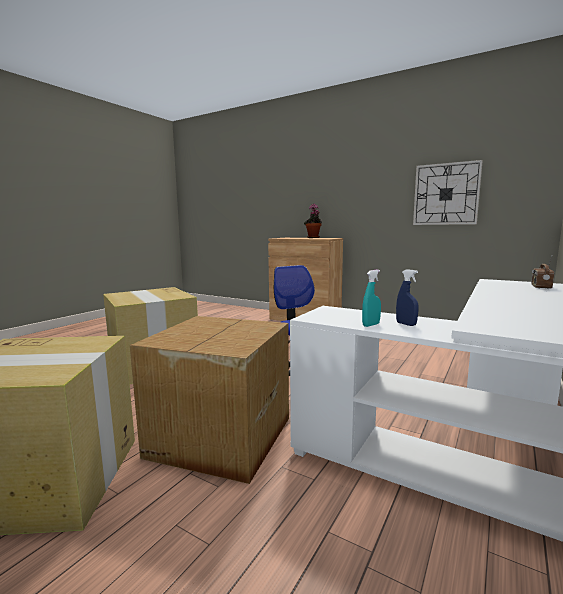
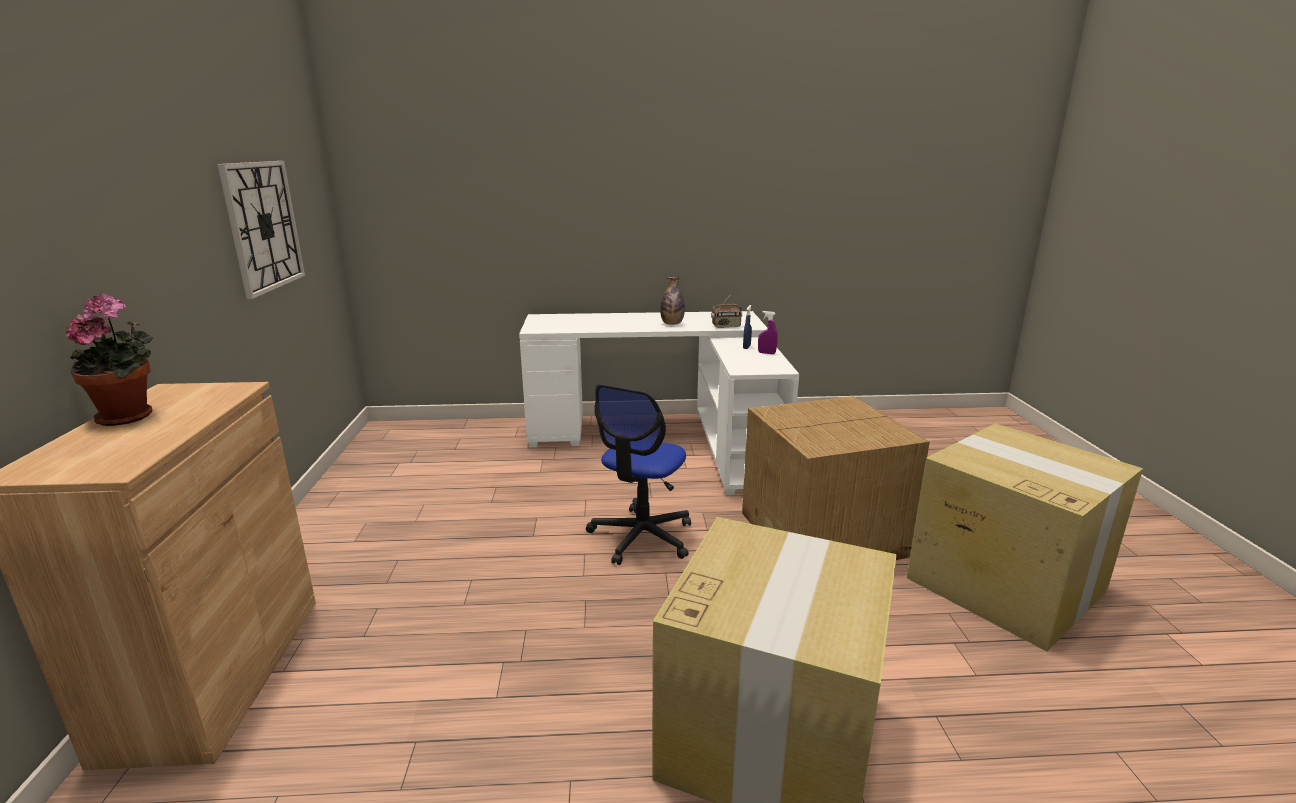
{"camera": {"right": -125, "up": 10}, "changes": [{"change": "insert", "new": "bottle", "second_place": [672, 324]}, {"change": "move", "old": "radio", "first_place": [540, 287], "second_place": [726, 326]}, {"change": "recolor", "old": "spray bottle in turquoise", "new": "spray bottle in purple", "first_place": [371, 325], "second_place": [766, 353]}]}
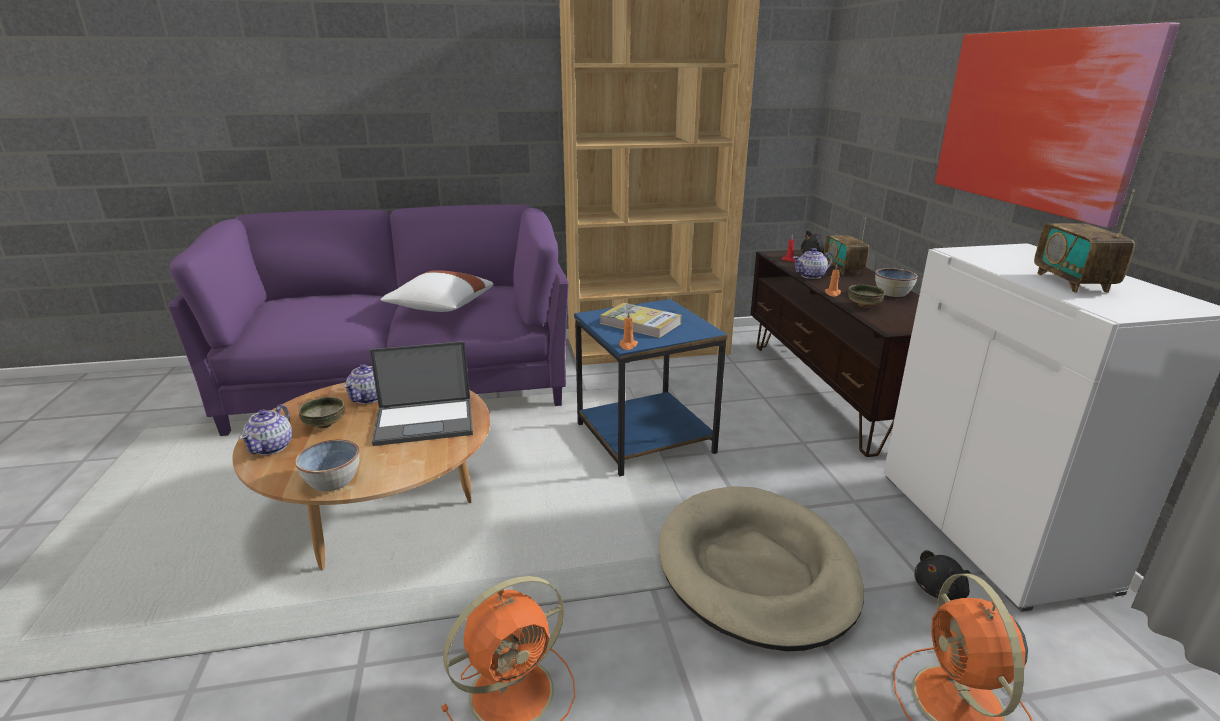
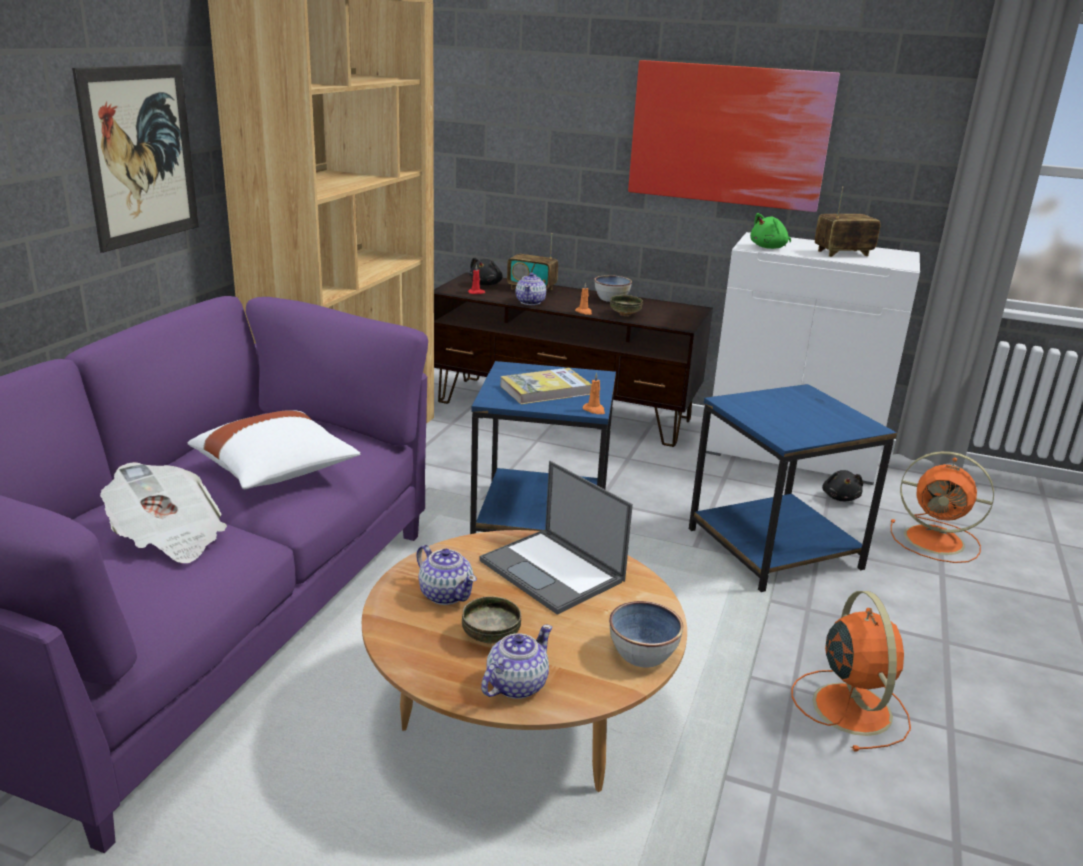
{"camera": {"right": -60, "up": 0}, "changes": [{"change": "insert", "new": "picture", "second_place": [140, 155]}, {"change": "insert", "new": "newspaper", "second_place": [169, 538]}, {"change": "rotate", "old": "laptop", "first_place": [426, 421], "second_place": [553, 571], "degrees": 120}, {"change": "rotate", "old": "teapot", "first_place": [272, 447], "second_place": [515, 685], "degrees": -90}, {"change": "replace", "old": "dog bed in beige", "new": "side table in blue", "first_place": [756, 570], "second_place": [776, 549]}, {"change": "insert", "new": "plush toy in green", "second_place": [769, 248]}, {"change": "rotate", "old": "radio", "first_place": [1072, 283], "second_place": [843, 253], "degrees": 135}]}
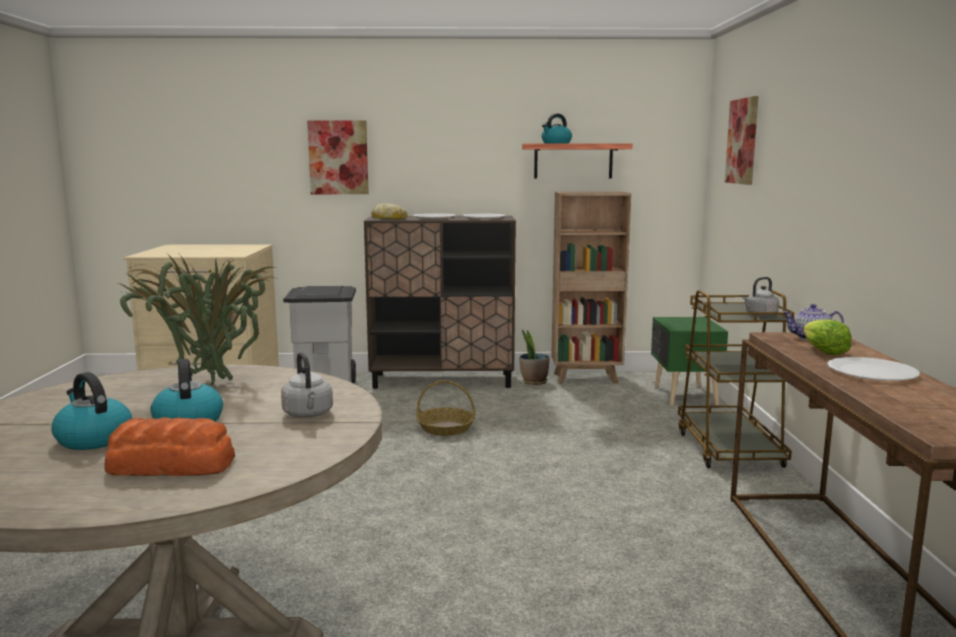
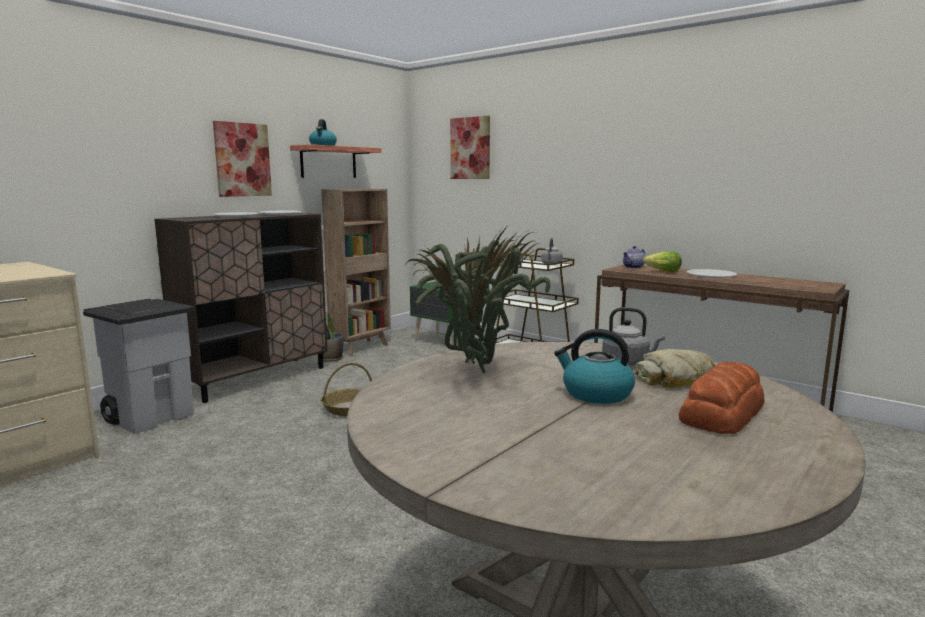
{"camera": {"right": -50, "up": 0}, "changes": [{"change": "move", "old": "picture", "first_place": [338, 157], "second_place": [242, 160]}, {"change": "move", "old": "bread", "first_place": [388, 217], "second_place": [675, 379]}, {"change": "delete", "old": "kettle", "first_place": [93, 439]}]}
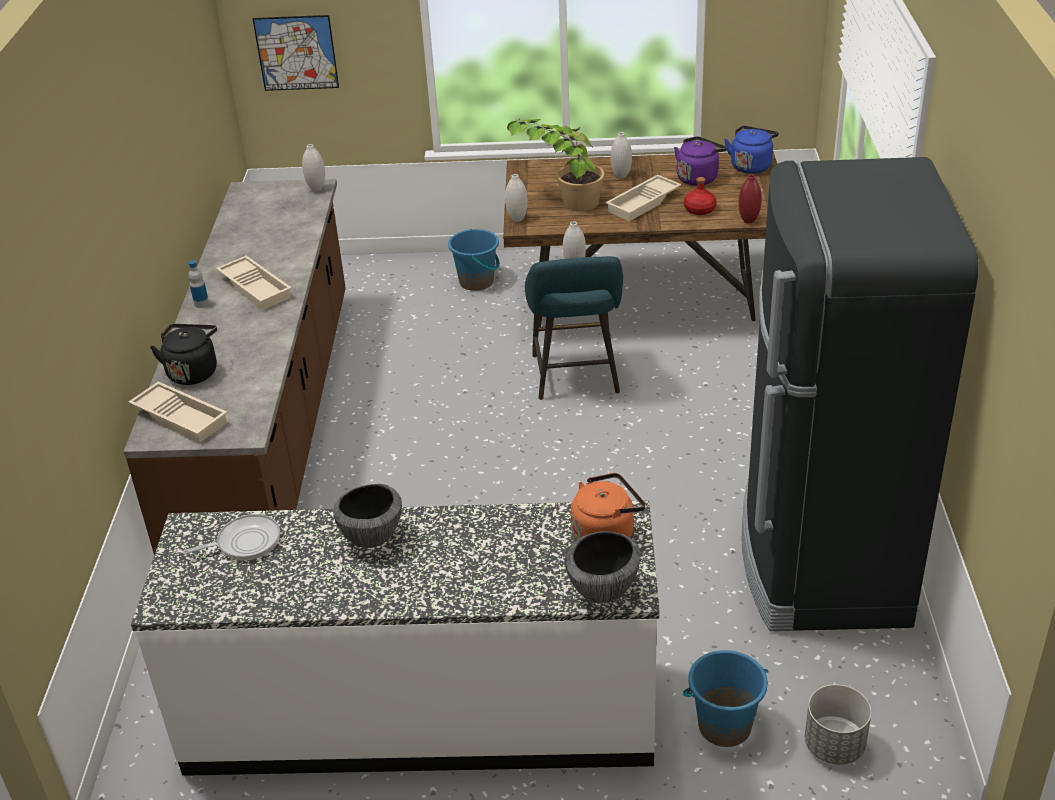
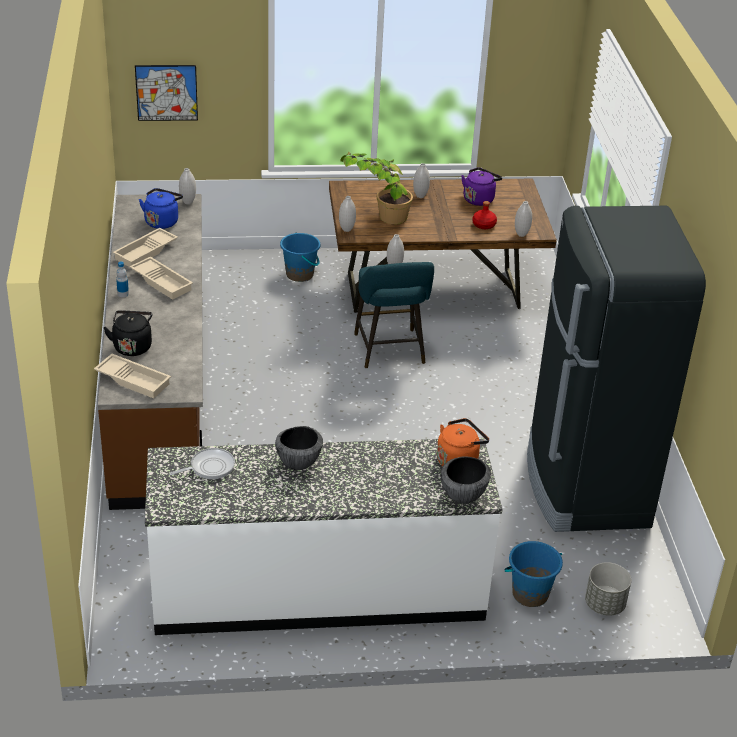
{"camera": {"right": -10, "up": 0}, "changes": [{"change": "move", "old": "tray in beige", "first_place": [644, 203], "second_place": [146, 252]}, {"change": "move", "old": "kettle in blue", "first_place": [751, 165], "second_place": [162, 221]}, {"change": "recolor", "old": "vase in red", "new": "vase in white", "first_place": [748, 220], "second_place": [521, 234]}]}
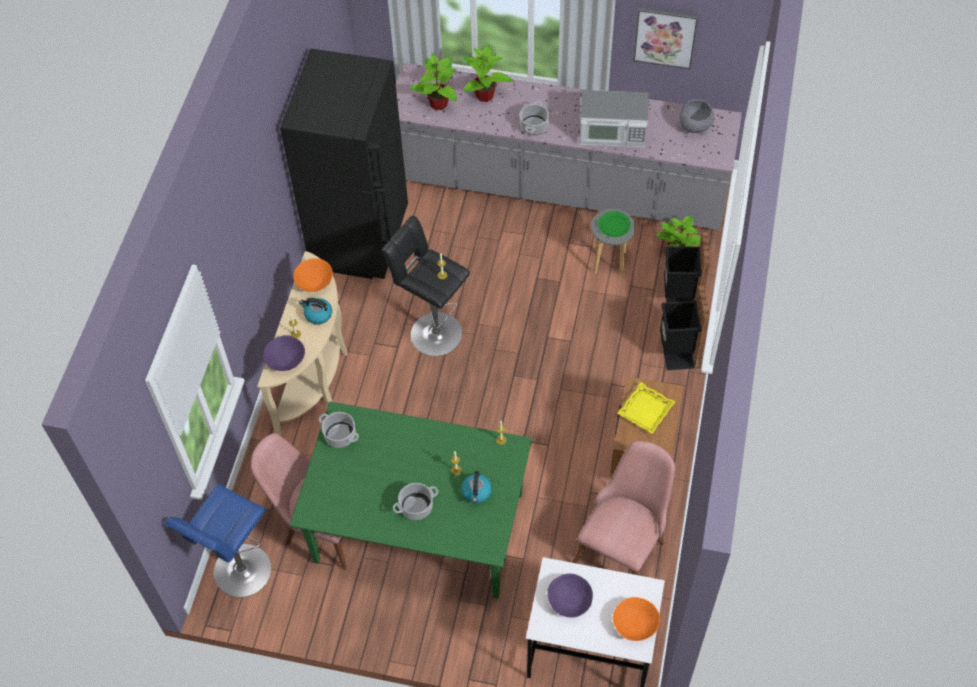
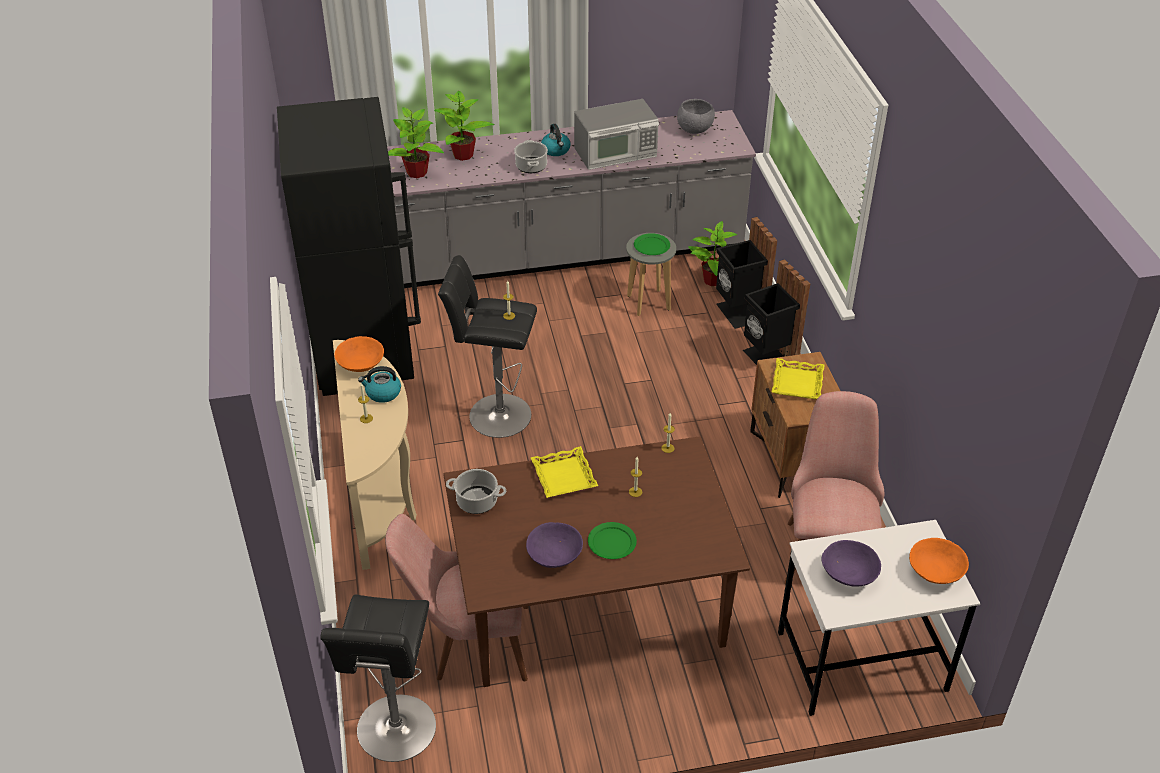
{"camera": {"right": -25, "up": -15}, "changes": [{"change": "recolor", "old": "stool in blue", "new": "stool in black", "first_place": [240, 574], "second_place": [395, 733]}, {"change": "recolor", "old": "dining table in green", "new": "dining table in brown", "first_place": [420, 526], "second_place": [591, 605]}, {"change": "move", "old": "bowl in purple", "first_place": [286, 359], "second_place": [554, 555]}, {"change": "insert", "new": "tray in yellow", "second_place": [563, 476]}, {"change": "move", "old": "kettle", "first_place": [476, 492], "second_place": [556, 150]}, {"change": "replace", "old": "cooking pot", "new": "plate in green", "first_place": [416, 507], "second_place": [612, 543]}, {"change": "delete", "old": "picture", "first_place": [665, 36]}]}
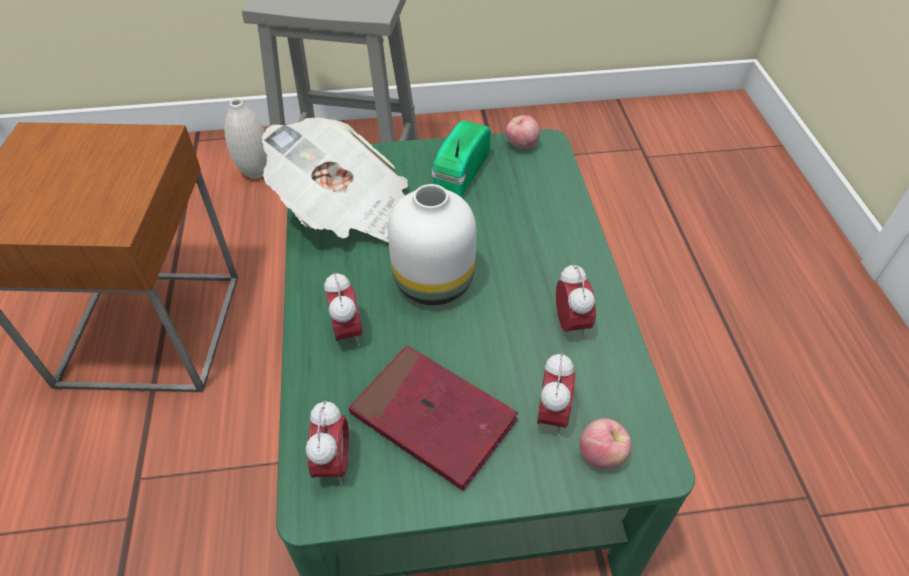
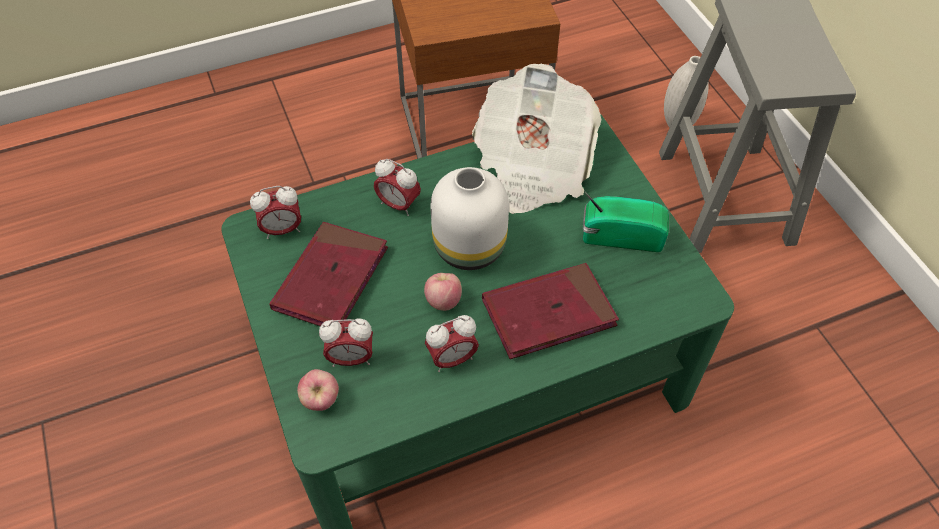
{"camera": {"right": 75, "up": 5}, "changes": [{"change": "rotate", "old": "alarm clock", "first_place": [347, 332], "second_place": [398, 205], "degrees": 60}, {"change": "move", "old": "apple", "first_place": [521, 145], "second_place": [443, 301]}, {"change": "insert", "new": "book in red", "second_place": [548, 313]}]}
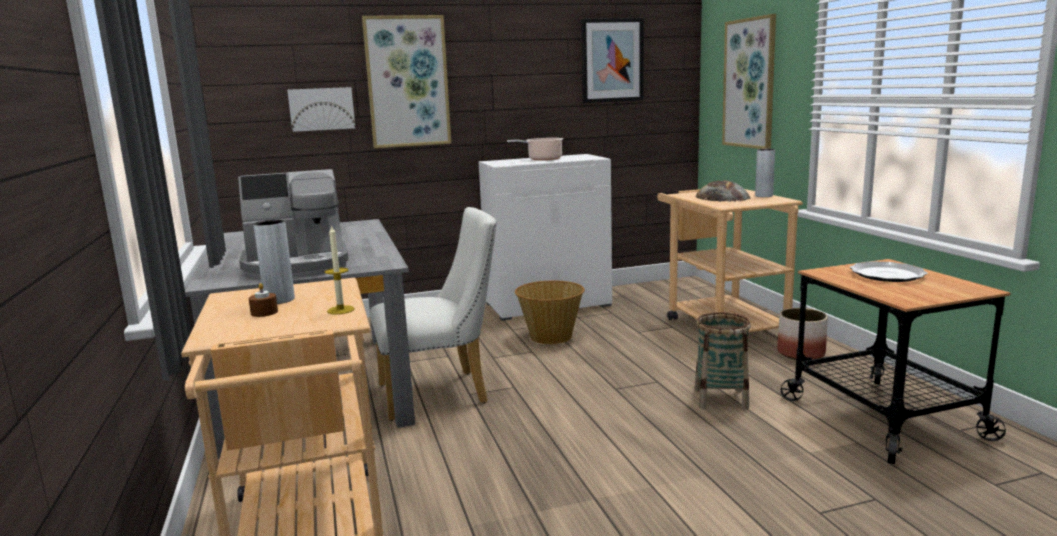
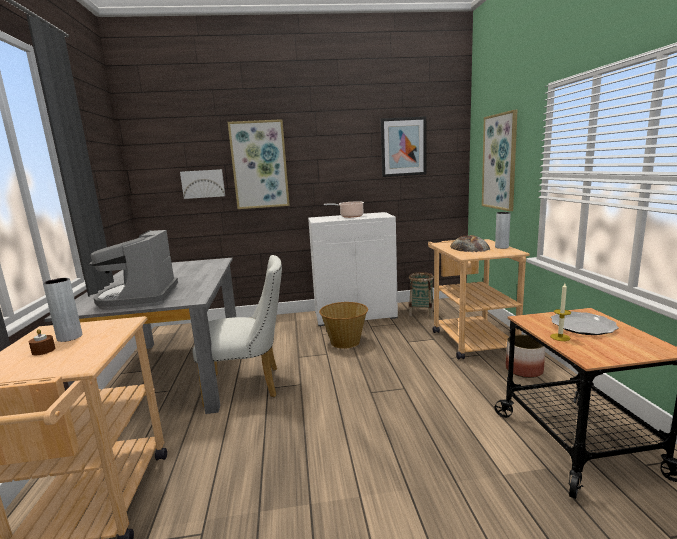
{"camera": {"right": 10, "up": 0}, "changes": [{"change": "rotate", "old": "coffee machine", "first_place": [297, 266], "second_place": [139, 298], "degrees": 90}, {"change": "move", "old": "basket", "first_place": [721, 399], "second_place": [421, 313]}, {"change": "move", "old": "candle", "first_place": [340, 310], "second_place": [560, 337]}]}
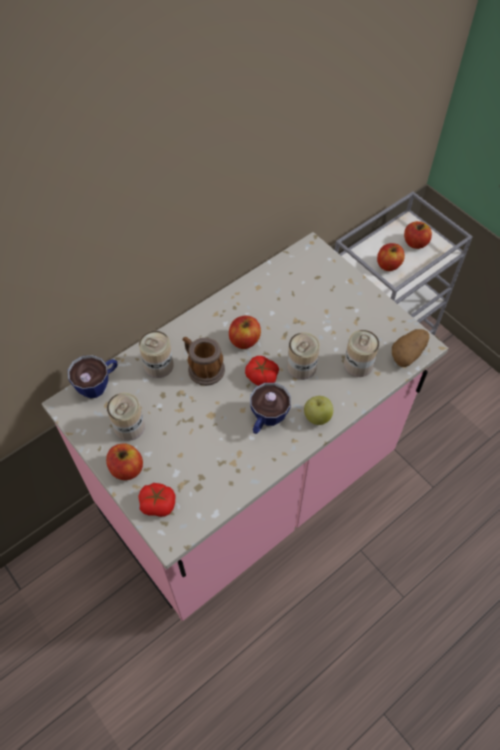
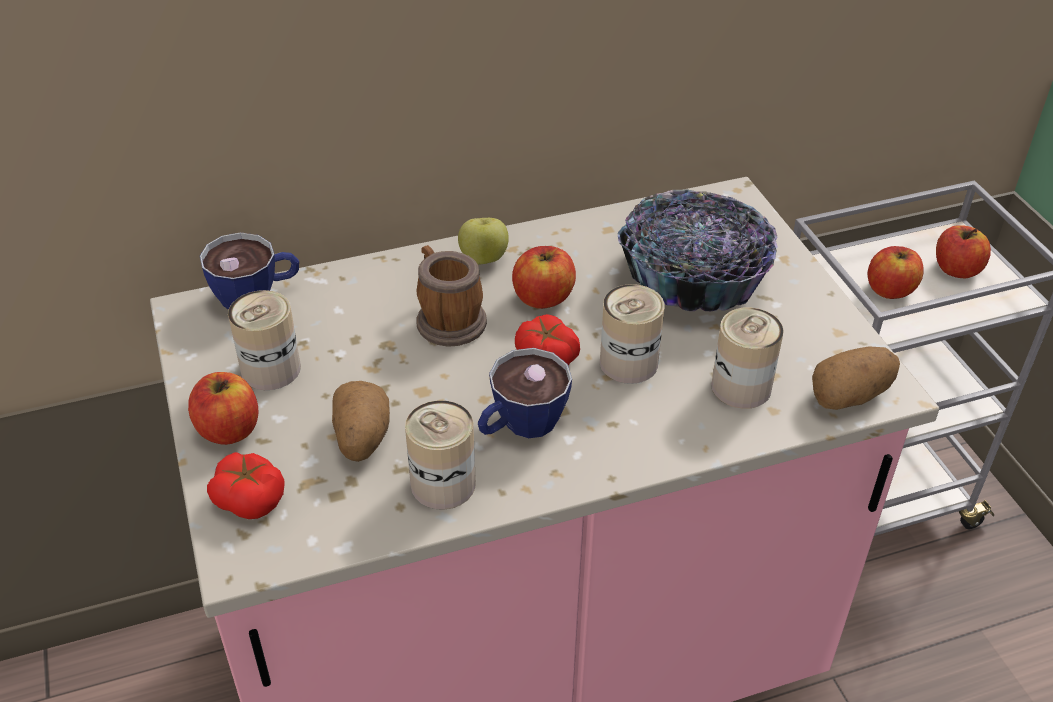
{"camera": {"right": 20, "up": -15}, "changes": [{"change": "insert", "new": "potato", "second_place": [361, 438]}, {"change": "move", "old": "can", "first_place": [158, 365], "second_place": [443, 484]}, {"change": "move", "old": "apple", "first_place": [317, 417], "second_place": [483, 259]}, {"change": "insert", "new": "bowl", "second_place": [694, 277]}]}
